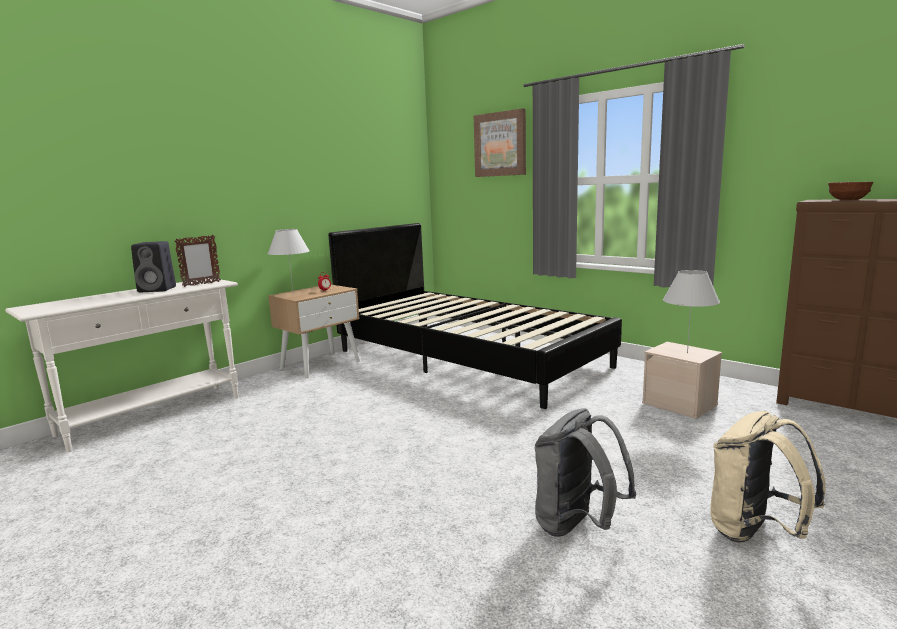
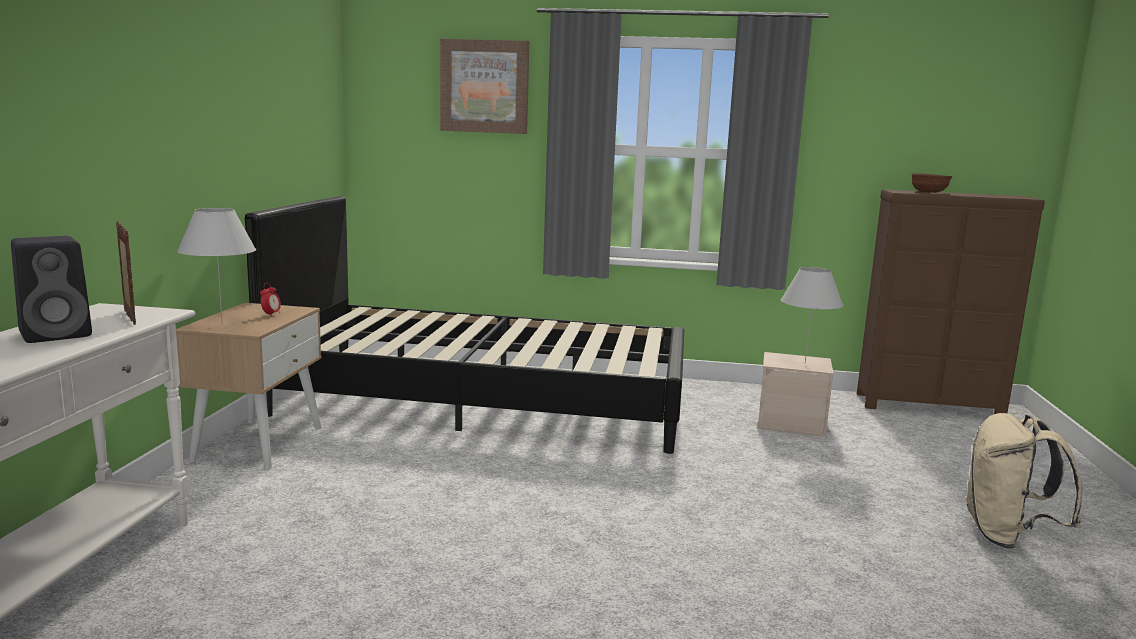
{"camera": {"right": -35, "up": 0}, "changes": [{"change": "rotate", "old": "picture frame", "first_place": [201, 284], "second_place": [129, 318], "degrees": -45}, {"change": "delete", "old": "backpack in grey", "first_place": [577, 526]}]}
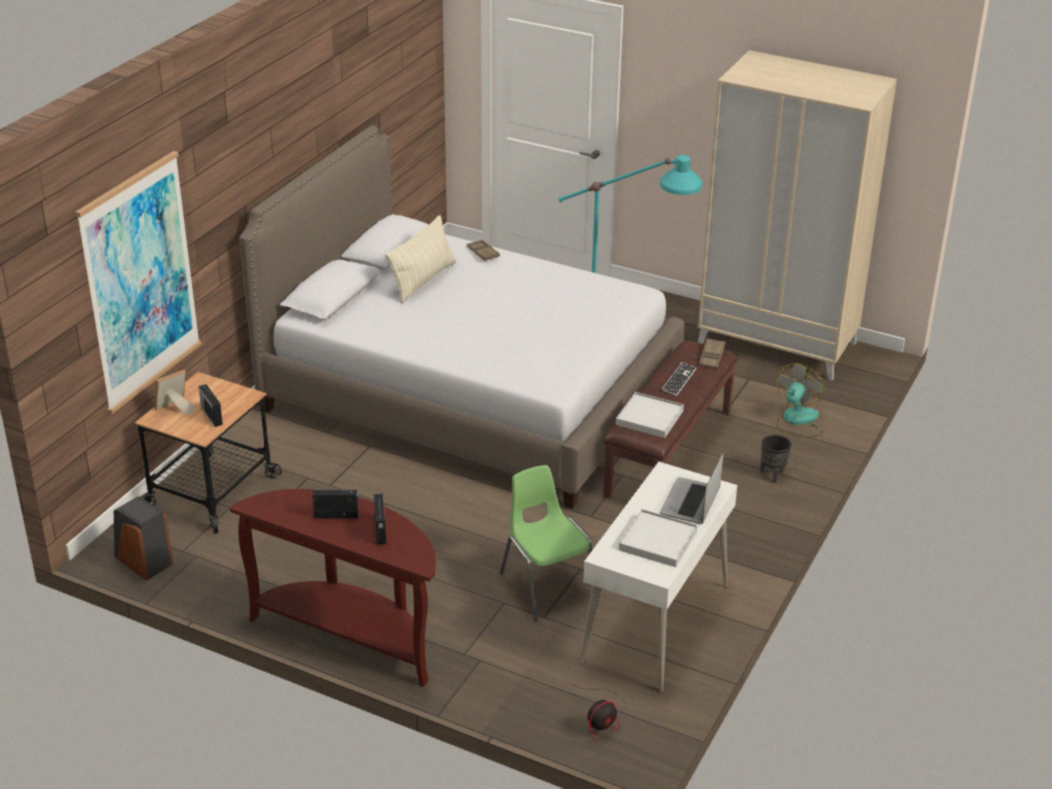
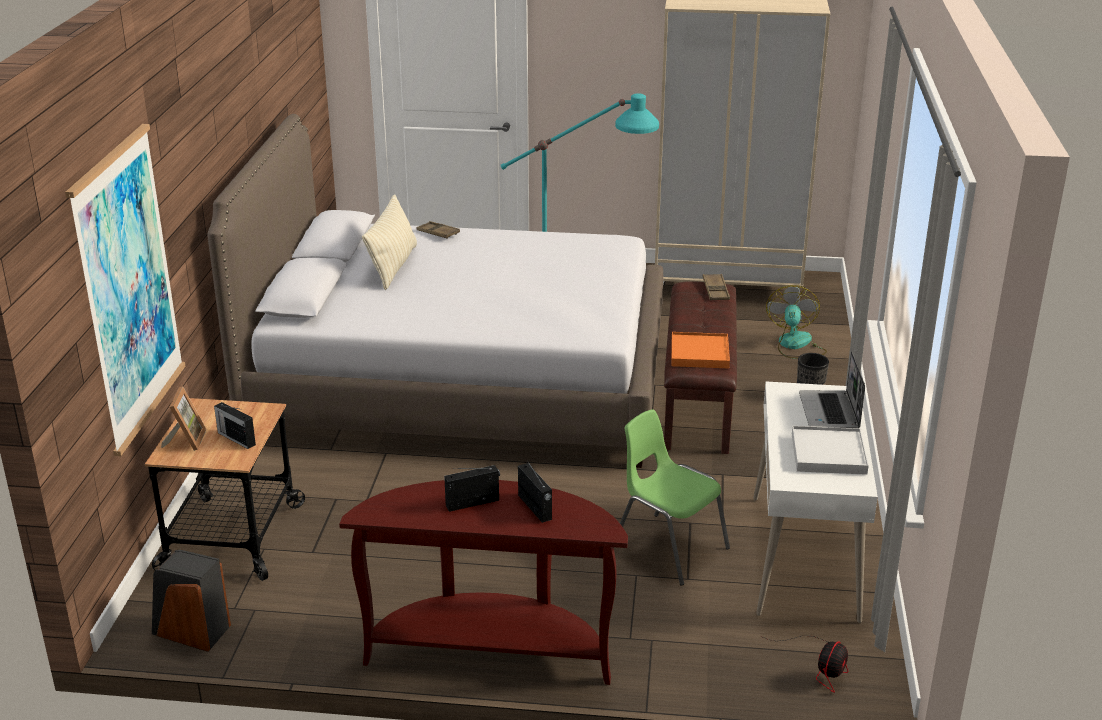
{"camera": {"right": -20, "up": -5}, "changes": [{"change": "rotate", "old": "picture frame", "first_place": [174, 409], "second_place": [186, 440], "degrees": 150}, {"change": "recolor", "old": "tray in white", "new": "tray in orange", "first_place": [649, 418], "second_place": [700, 353]}, {"change": "delete", "old": "keyboard", "first_place": [679, 380]}]}
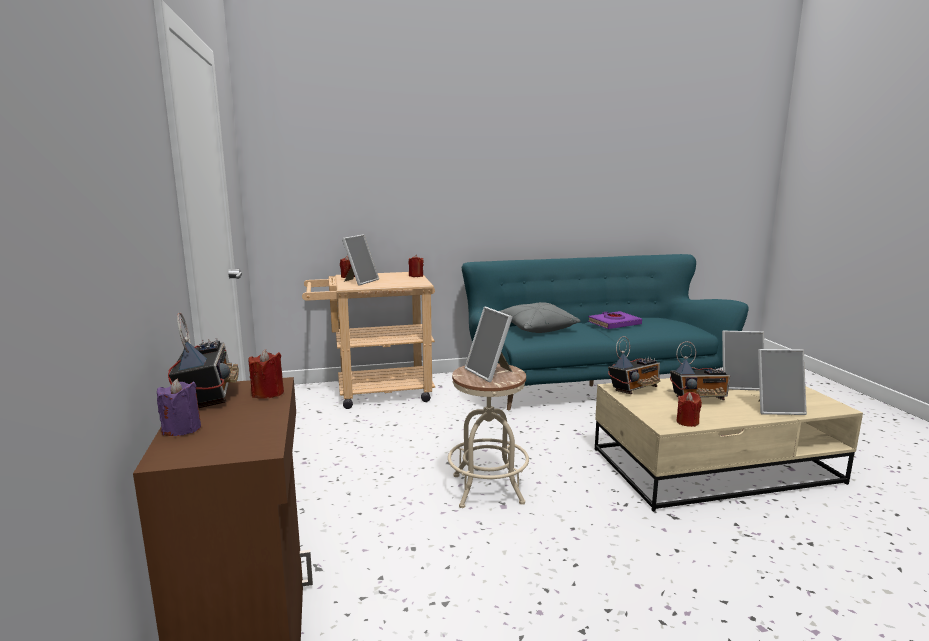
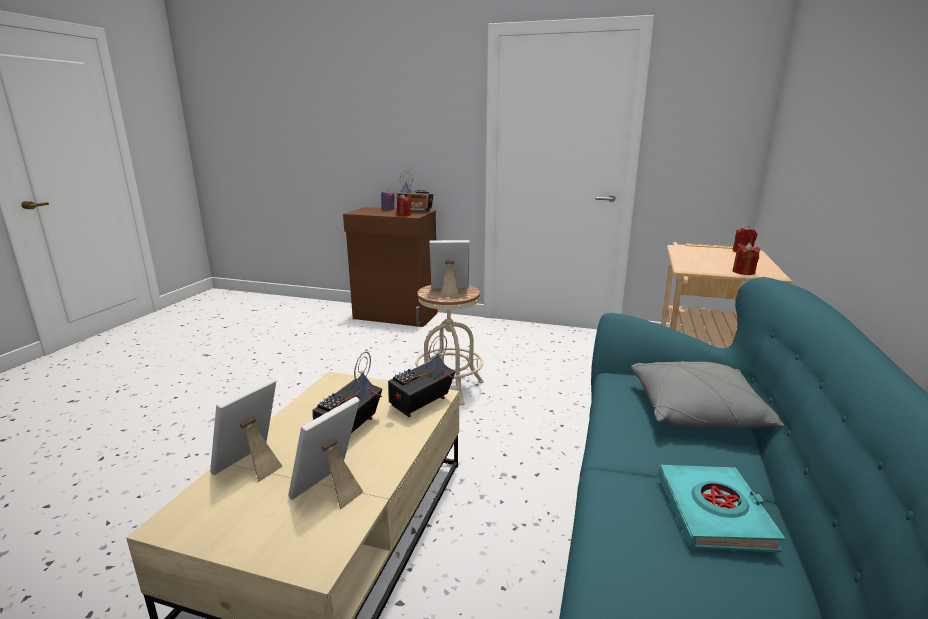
{"camera": {"right": 120, "up": 5}, "changes": [{"change": "rotate", "old": "radio", "first_place": [634, 389], "second_place": [420, 404], "degrees": 45}, {"change": "recolor", "old": "book in purple", "new": "book in turquoise", "first_place": [614, 324], "second_place": [714, 513]}, {"change": "delete", "old": "picture frame", "first_place": [360, 281]}, {"change": "delete", "old": "candle in red", "first_place": [687, 422]}]}
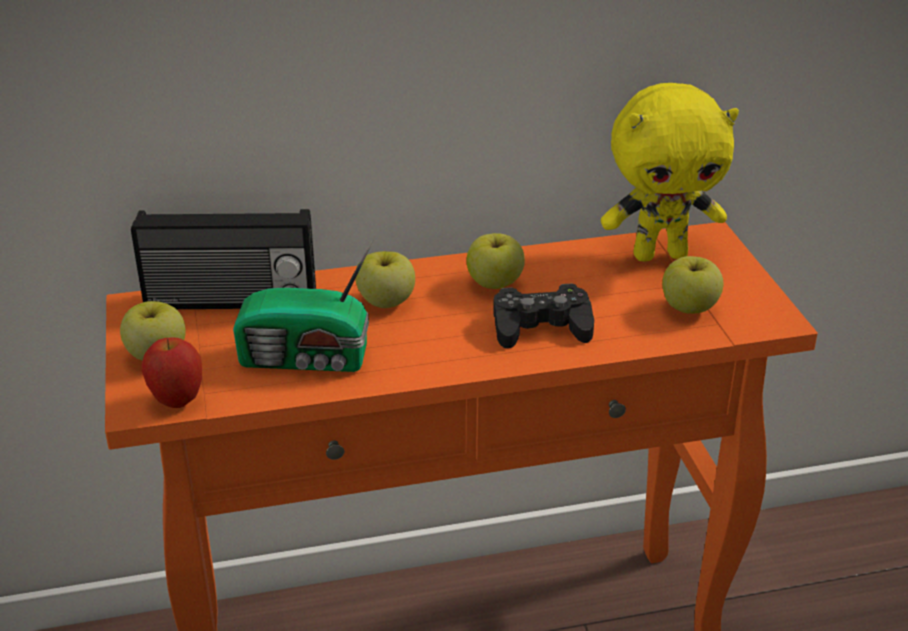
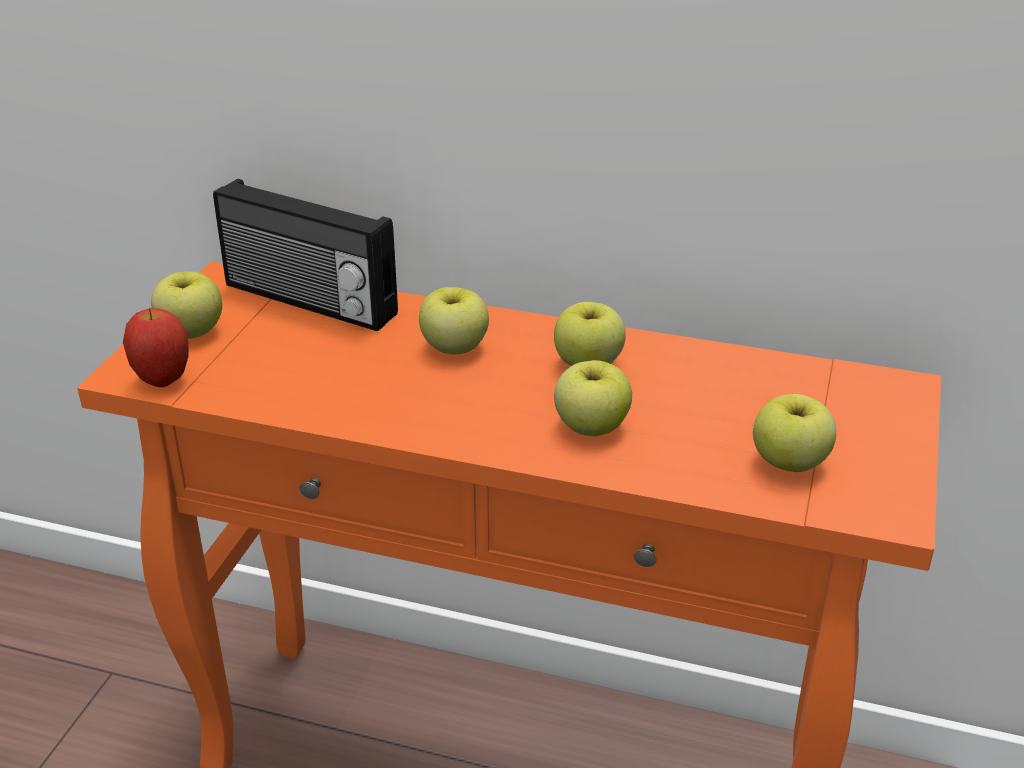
{"camera": {"right": 30, "up": 0}, "changes": [{"change": "replace", "old": "game controller in black", "new": "apple", "first_place": [541, 327], "second_place": [591, 426]}, {"change": "delete", "old": "radio", "first_place": [307, 359]}, {"change": "delete", "old": "plush toy in yellow", "first_place": [660, 254]}]}
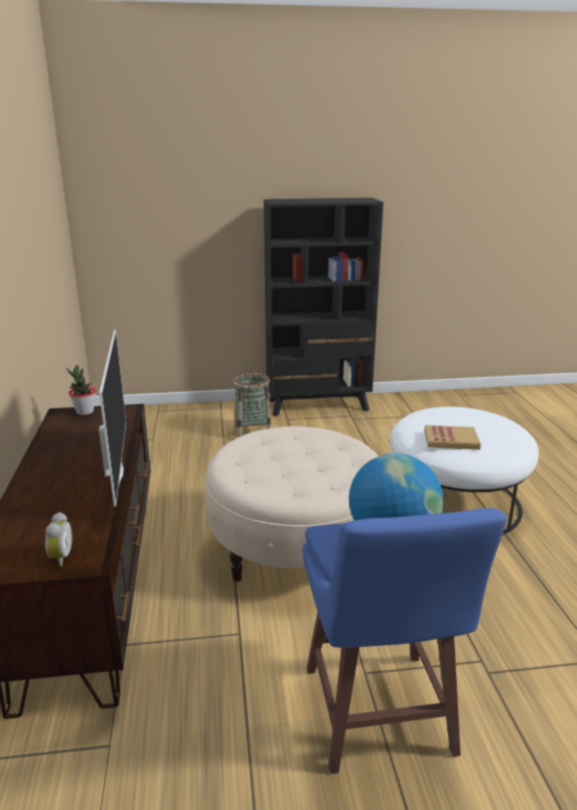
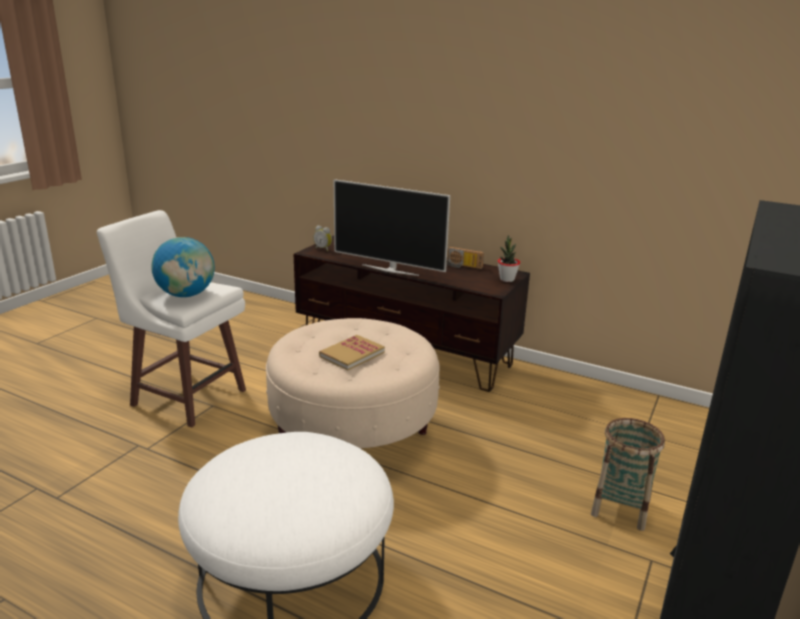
{"camera": {"right": 125, "up": 0}, "changes": [{"change": "recolor", "old": "stool in blue", "new": "stool in white", "first_place": [377, 714], "second_place": [187, 396]}, {"change": "move", "old": "book", "first_place": [451, 440], "second_place": [352, 354]}, {"change": "insert", "new": "radio", "second_place": [462, 266]}]}
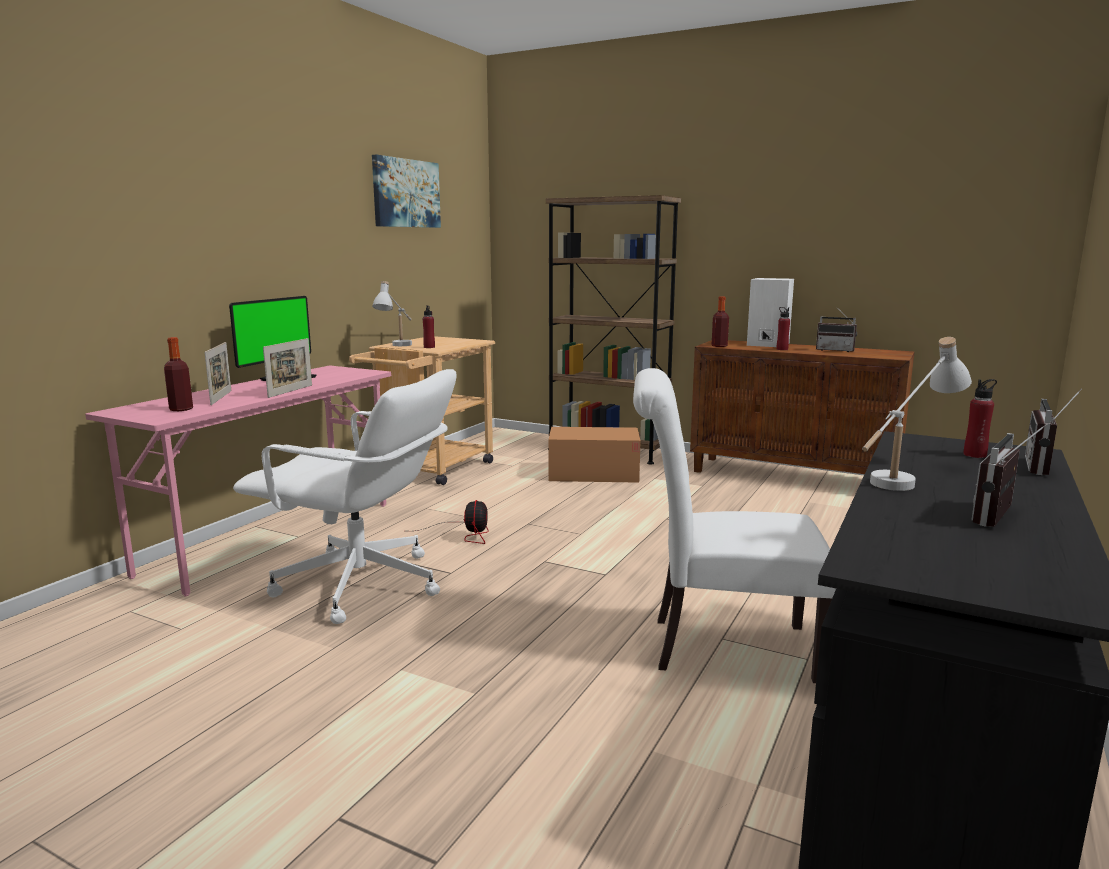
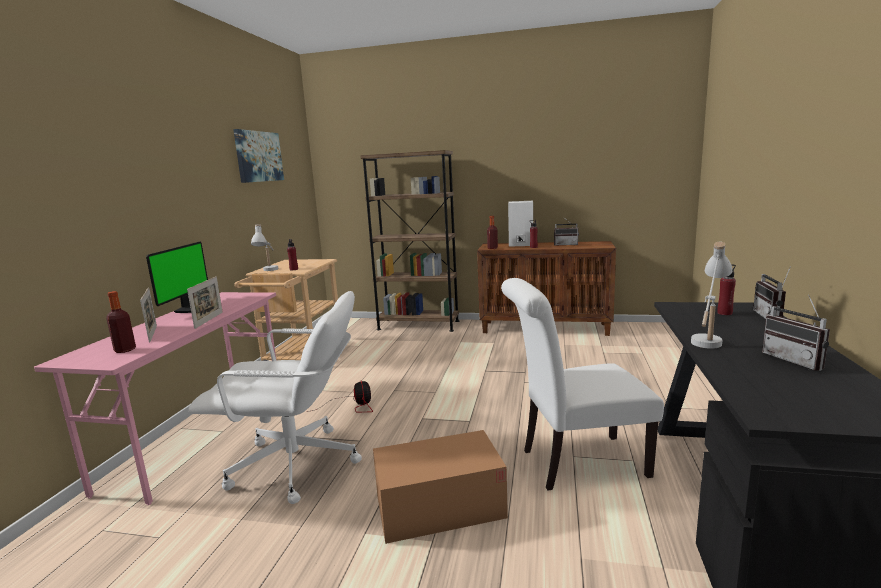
{"camera": {"right": -15, "up": 0}, "changes": [{"change": "move", "old": "cardboard box", "first_place": [593, 473], "second_place": [439, 506]}, {"change": "rotate", "old": "radio", "first_place": [1003, 518], "second_place": [796, 360], "degrees": -45}]}
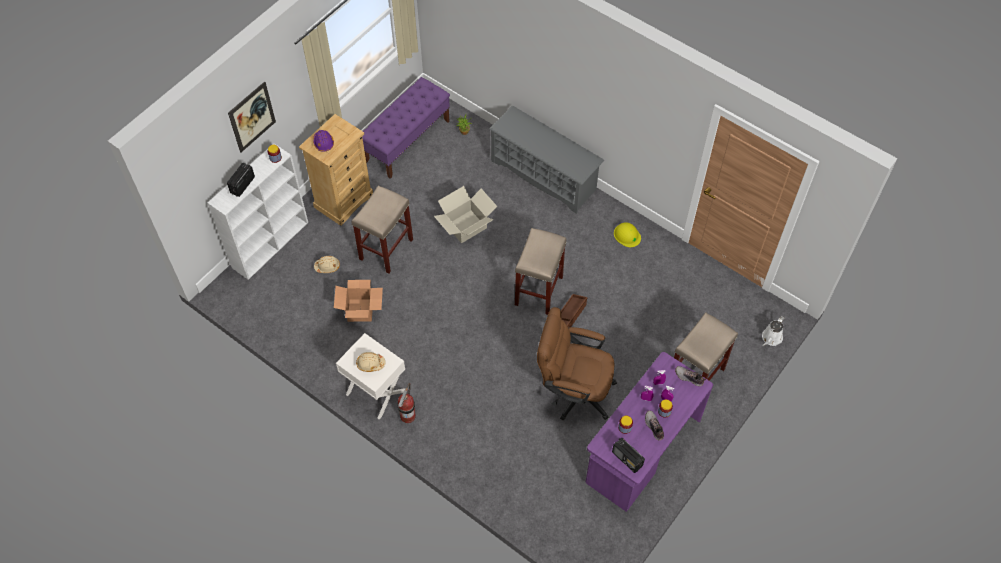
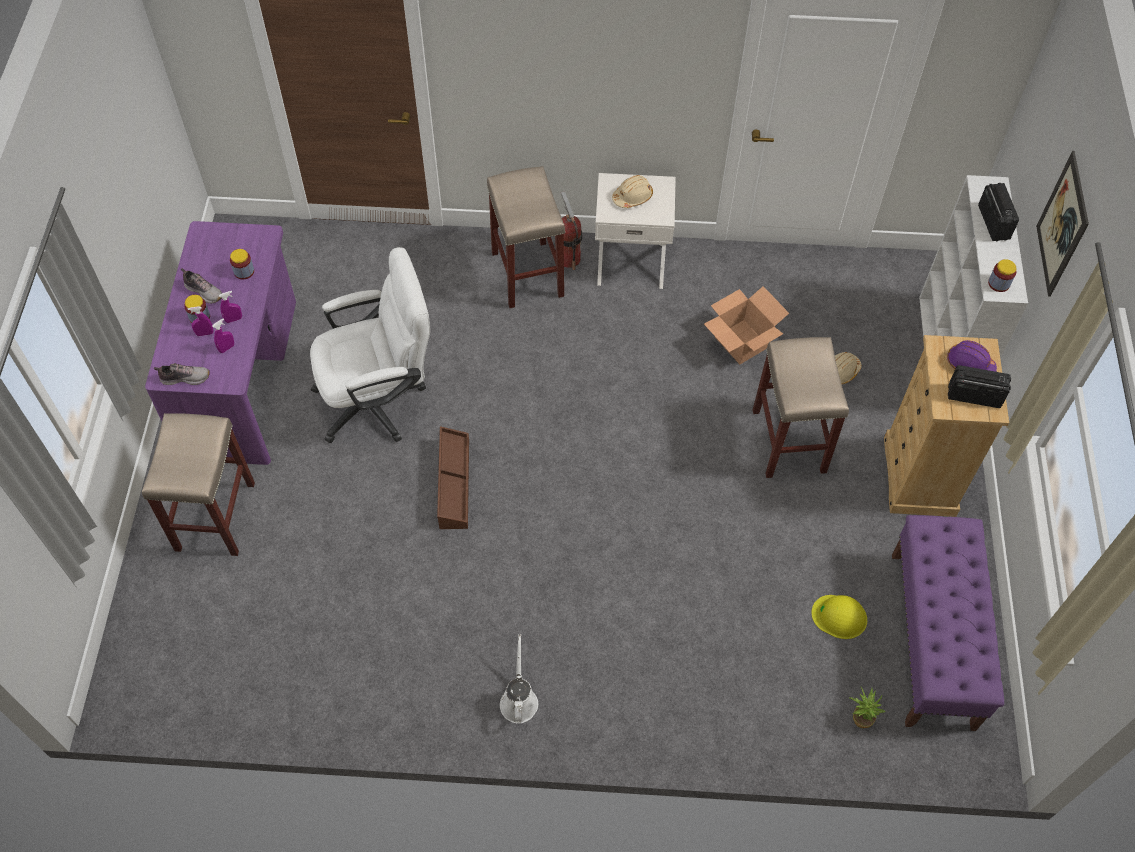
{"camera": {"right": 145, "up": 0}, "changes": [{"change": "recolor", "old": "office chair in brown", "new": "office chair in white", "first_place": [573, 391], "second_place": [380, 400]}, {"change": "move", "old": "stool in beige", "first_place": [539, 291], "second_place": [526, 273]}, {"change": "move", "old": "watering can in white", "first_place": [771, 338], "second_place": [519, 700]}, {"change": "move", "old": "hard hat in yellow", "first_place": [627, 235], "second_place": [839, 616]}, {"change": "move", "old": "radio", "first_place": [627, 459], "second_place": [973, 396]}, {"change": "delete", "old": "cardboard box", "first_place": [466, 226]}, {"change": "delete", "old": "shoe rack in grey", "first_place": [544, 175]}]}
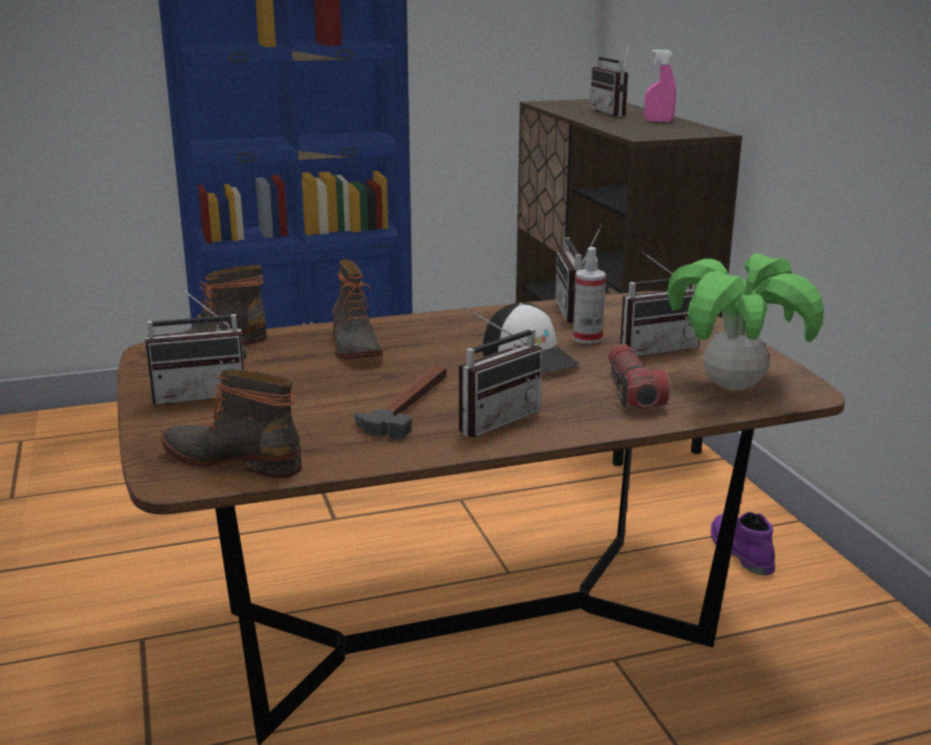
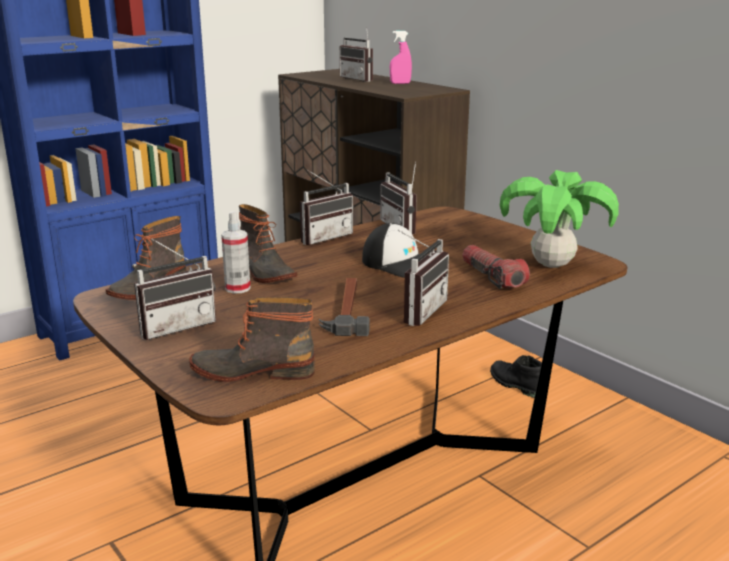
{"camera": {"right": -20, "up": 0}, "changes": [{"change": "move", "old": "spray bottle", "first_place": [587, 338], "second_place": [237, 288]}, {"change": "move", "old": "radio", "first_place": [655, 348], "second_place": [323, 237]}, {"change": "recolor", "old": "boot in purple", "new": "boot in black", "first_place": [739, 552], "second_place": [515, 385]}]}
